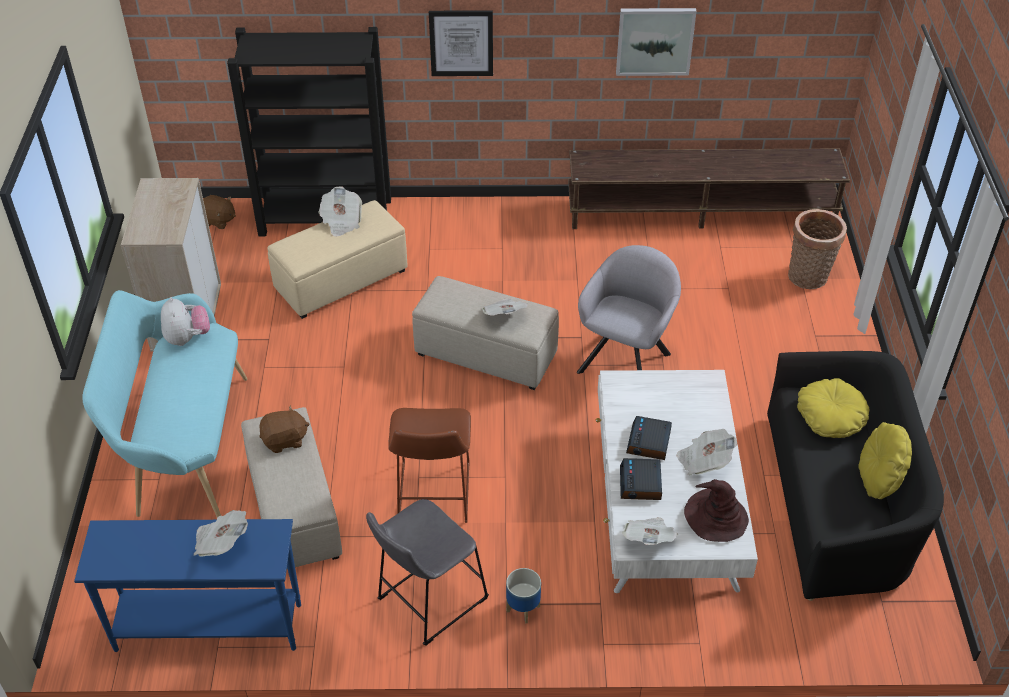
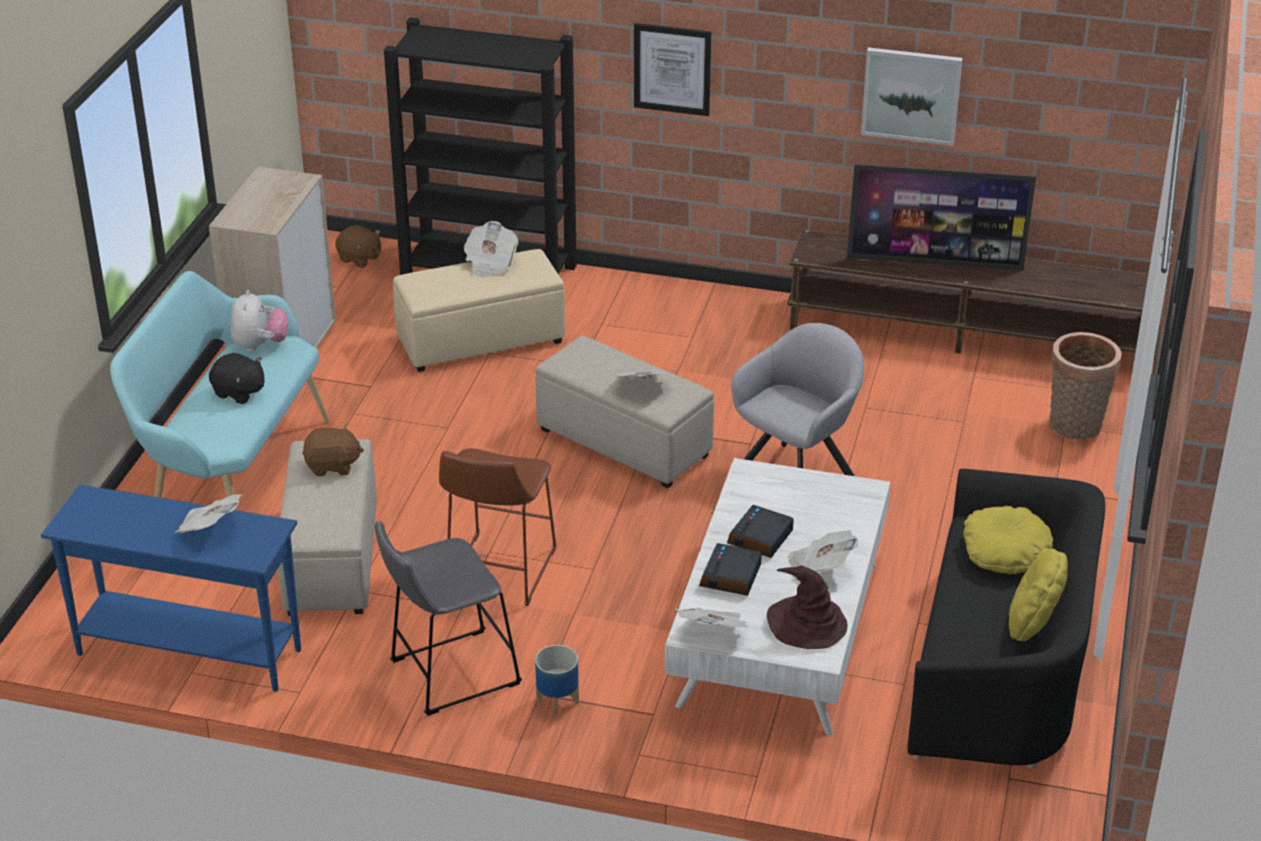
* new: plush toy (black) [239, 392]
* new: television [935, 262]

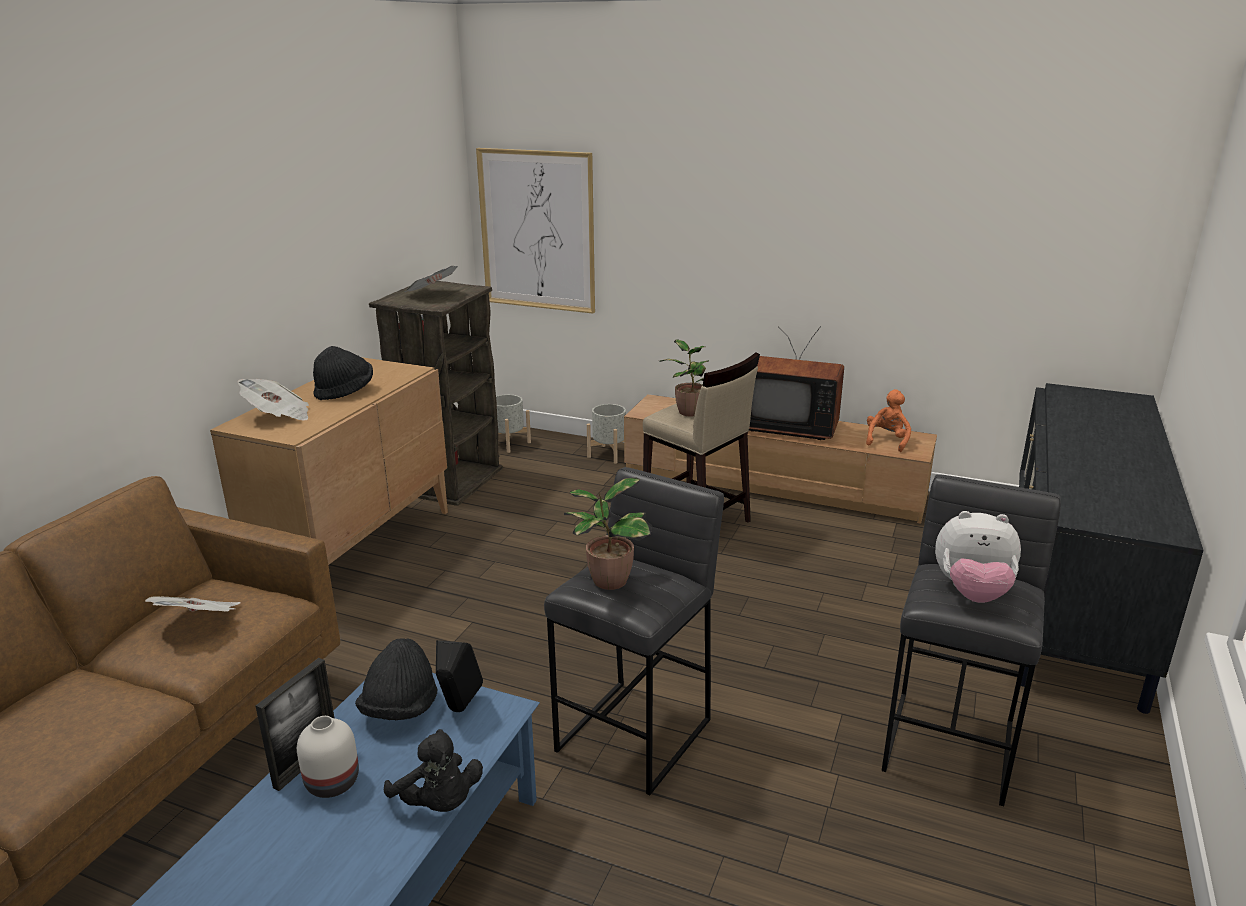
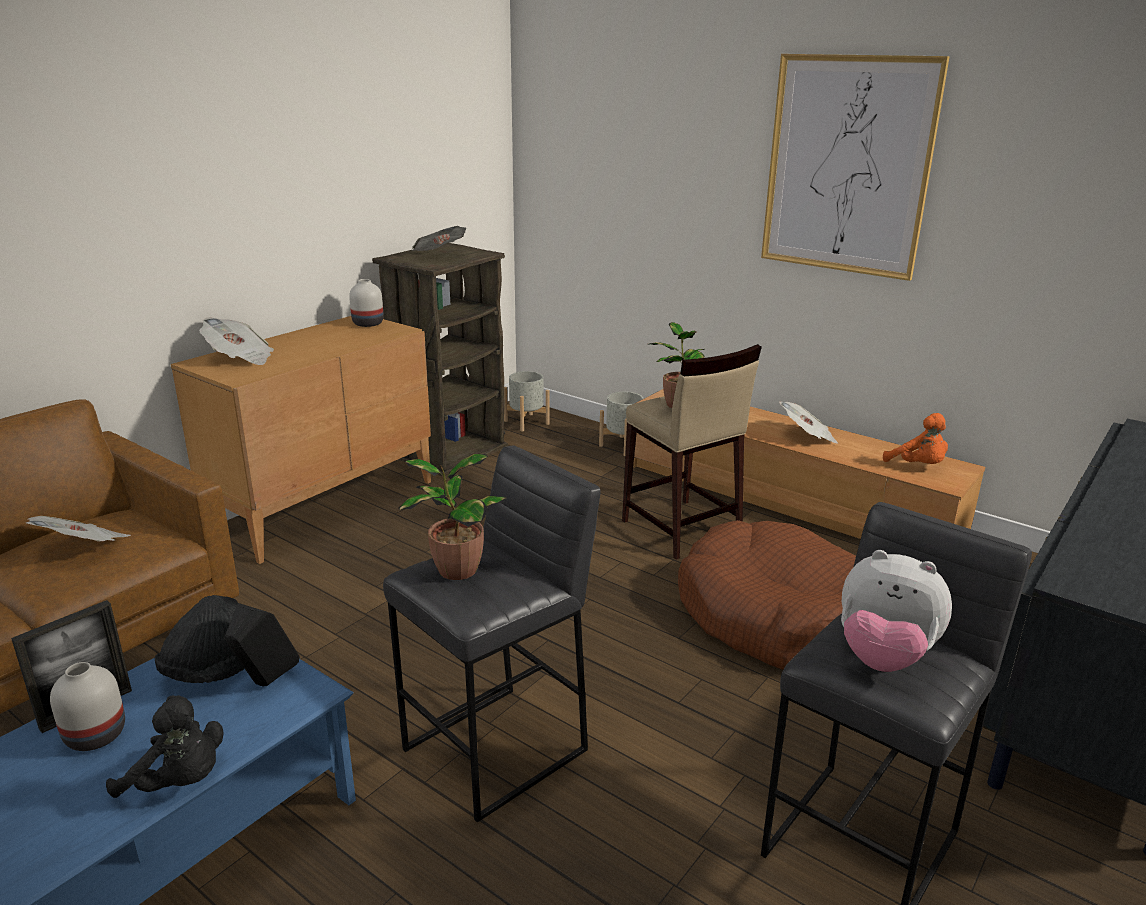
* gone: hat (black) [345, 391]
* new: vase (white) [369, 324]
* new: dog bed (brown) [776, 617]
* shifted: picture [537, 231] to [847, 166]
* swapped: television [788, 427] to newspaper [807, 437]
* rotated: plush toy (black) [438, 803] = [179, 782] 45 degrees counterclockwise
* rotated: plush toy (orange) [887, 440] = [918, 466] 105 degrees clockwise

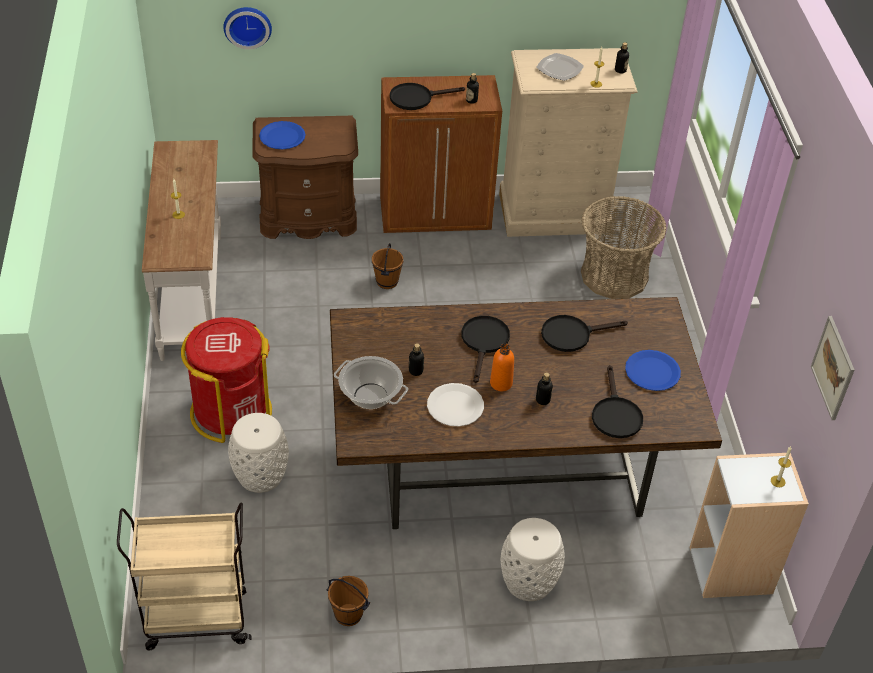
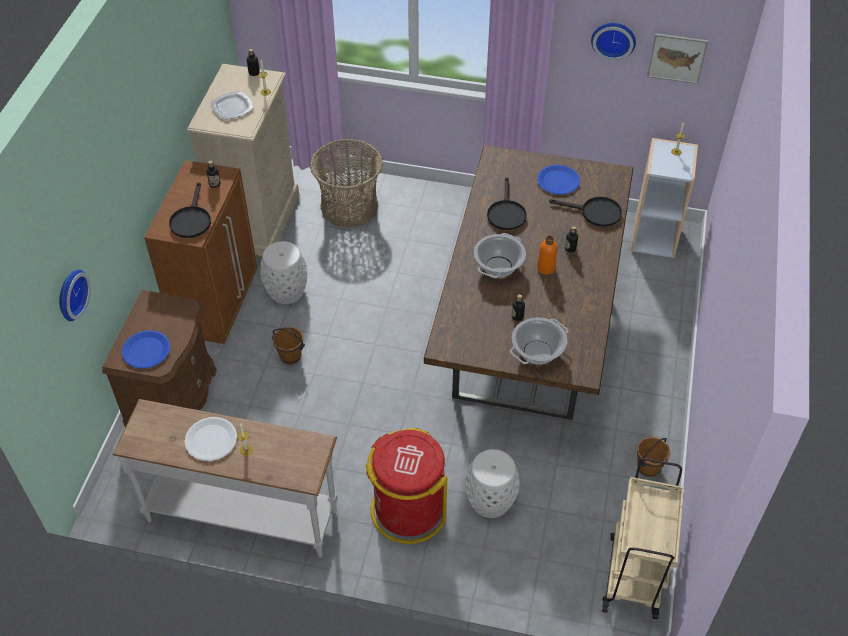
* new: wall clock [613, 39]
* shifted: plate (white) [455, 406] to [211, 440]
* shifted: stool (white) [528, 582] to [286, 291]
* swapped: frying pan (black) [484, 343] to cooking pot [498, 266]

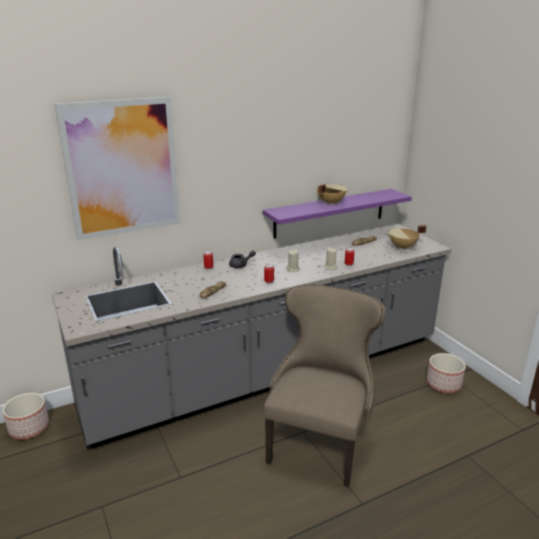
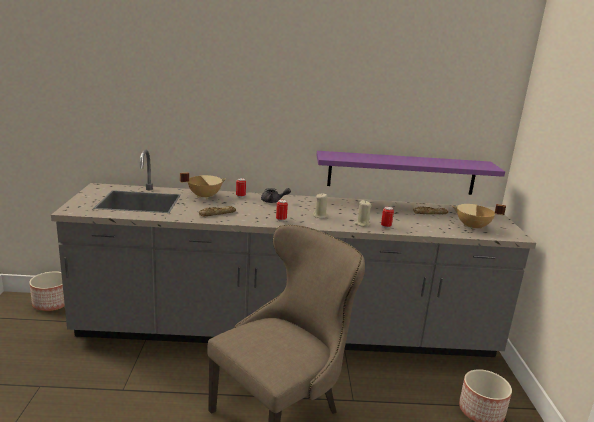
* gone: picture [122, 168]
* shifted: cooking pot (beige) [330, 202] to [204, 196]

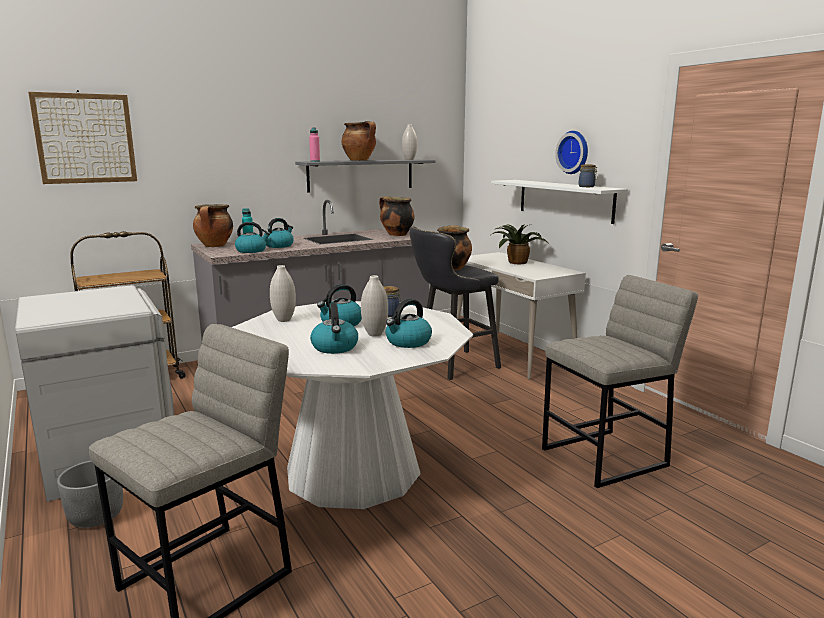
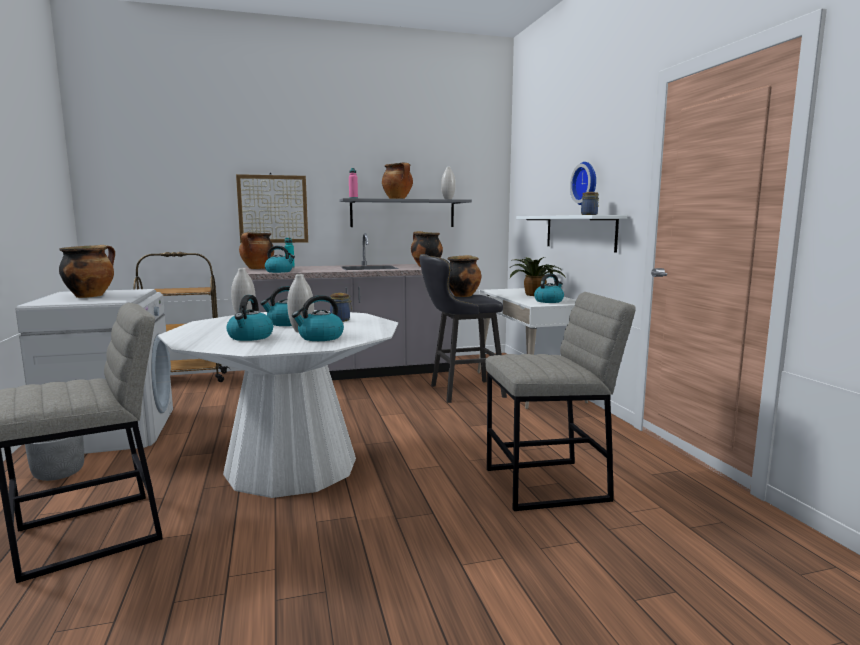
* new: cooking pot [90, 296]
* shifted: picture [85, 137] to [273, 208]
* shifted: kettle [279, 245] to [549, 301]

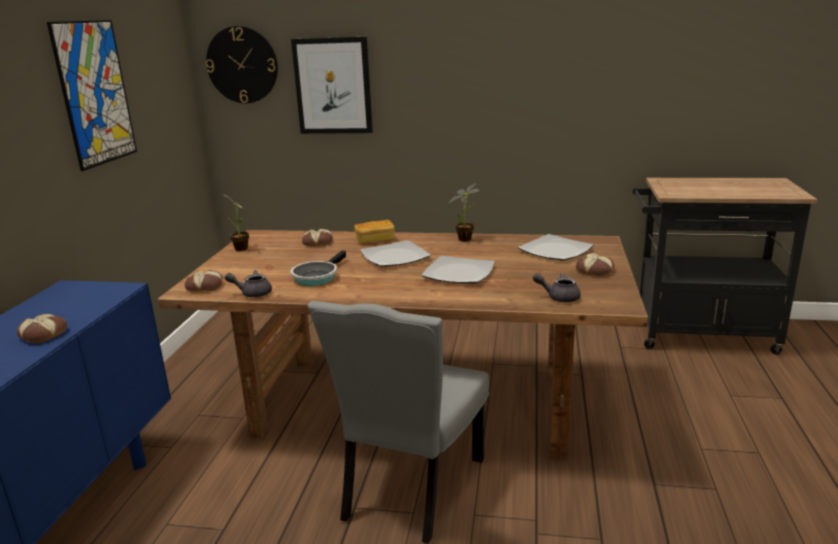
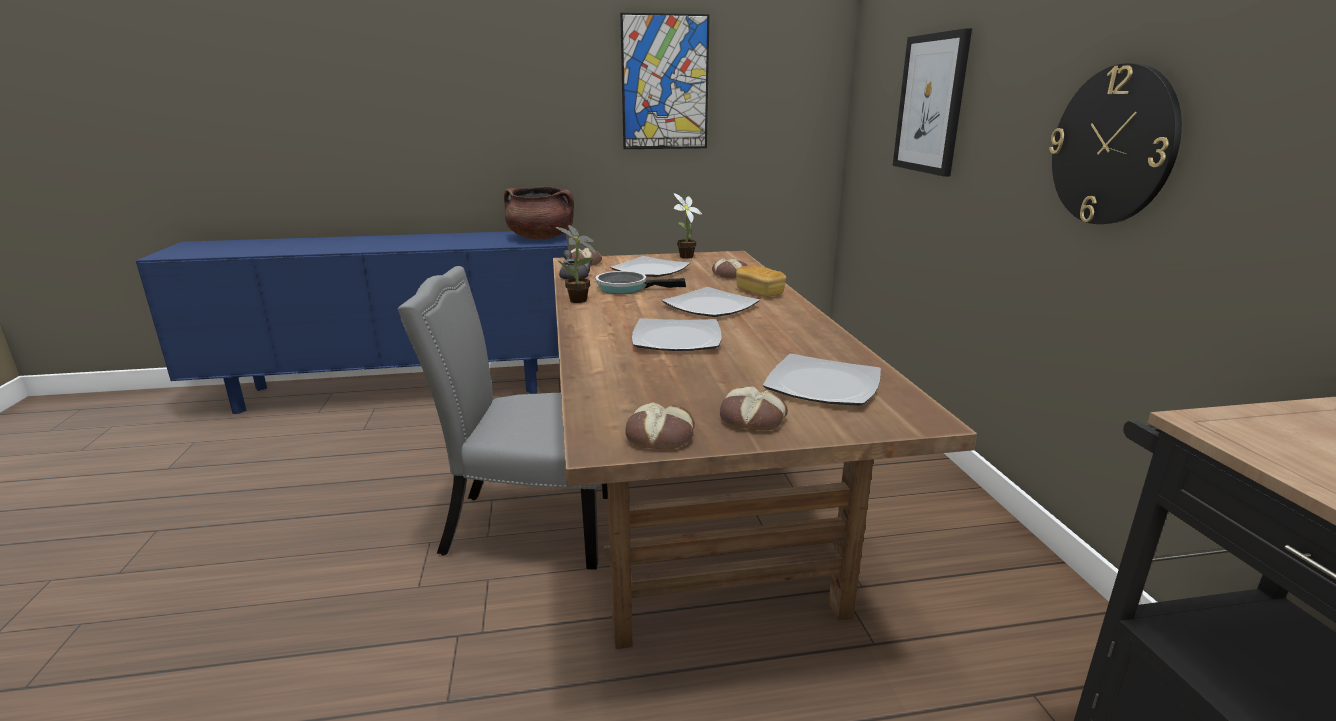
* gone: teapot (grey) [558, 297]
* new: cooking pot (brown) [541, 238]
* new: plate [650, 270]
* shifted: bread [44, 334] to [661, 436]
* shifted: wall clock [242, 65] to [1112, 146]
* shifted: potted plant [467, 239] to [580, 301]

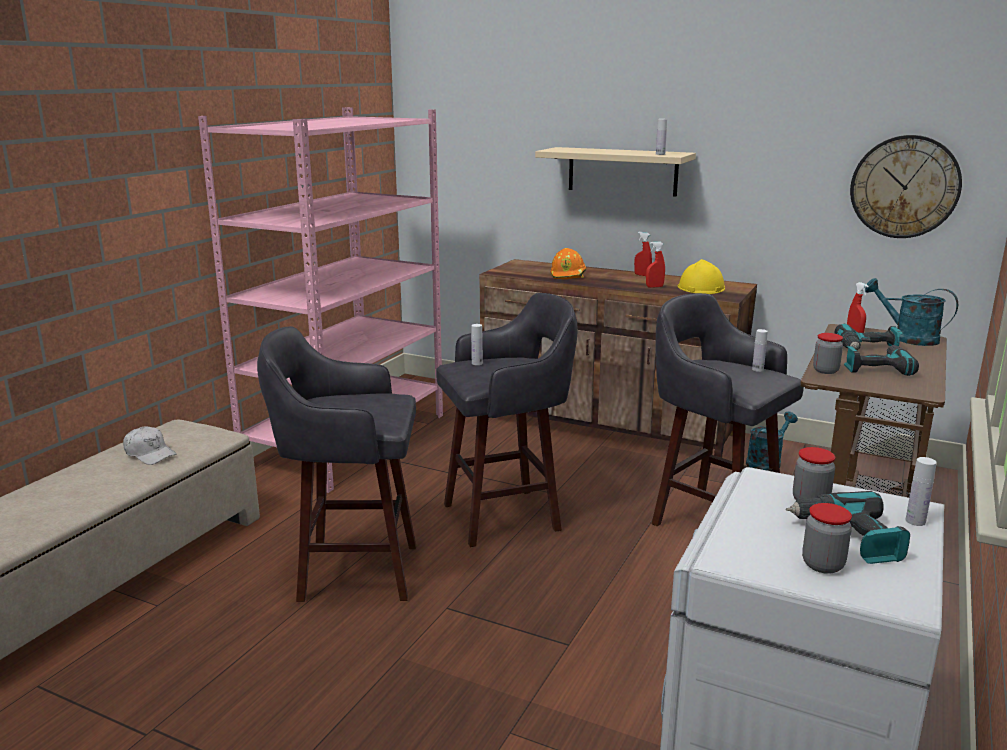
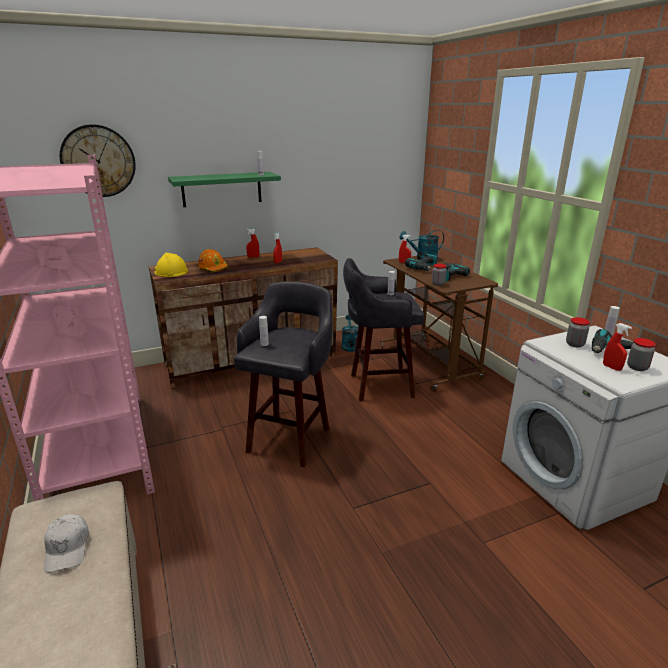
* gone: stool (grey) [352, 572]
* new: spray bottle (red) [611, 367]
* shifted: hard hat (yellow) [700, 288] to [171, 272]
* shifted: wall clock [904, 187] to [98, 161]
* repainted: shelf (beige) [622, 171] to shelf (green) [222, 189]
* rotated: cap (white) [150, 454] = [67, 548] 90 degrees clockwise

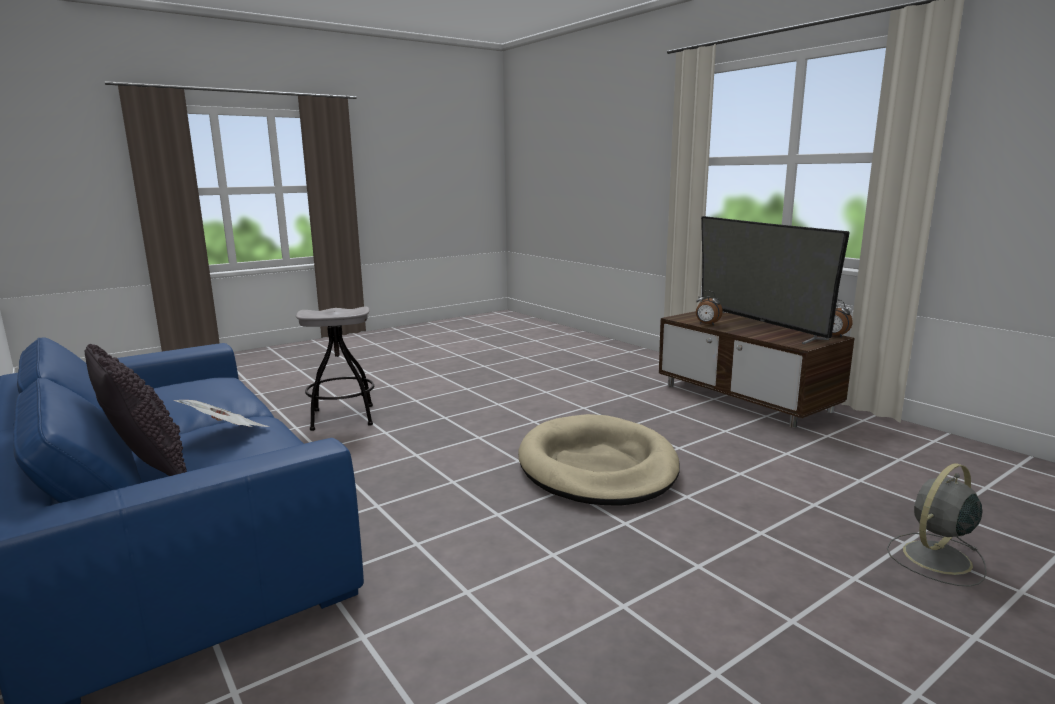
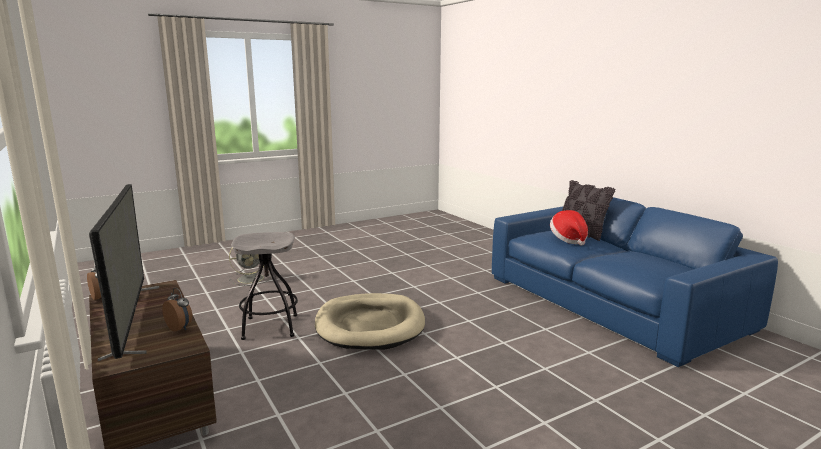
* shifted: stool (grey) [342, 417] to [270, 326]
* swapped: newspaper [226, 434] to hat [568, 239]

